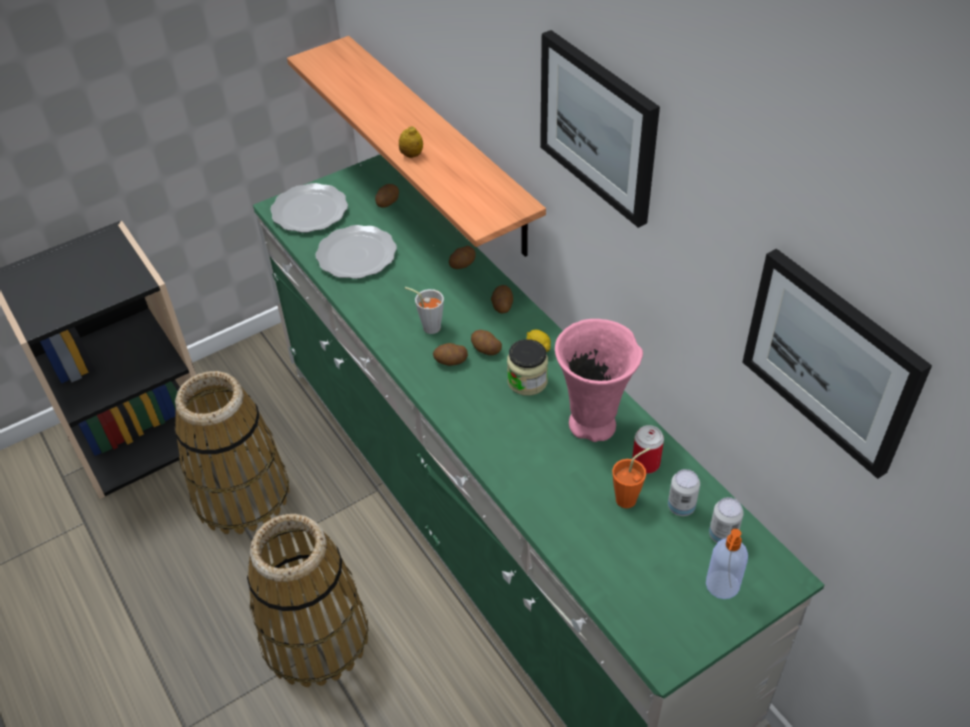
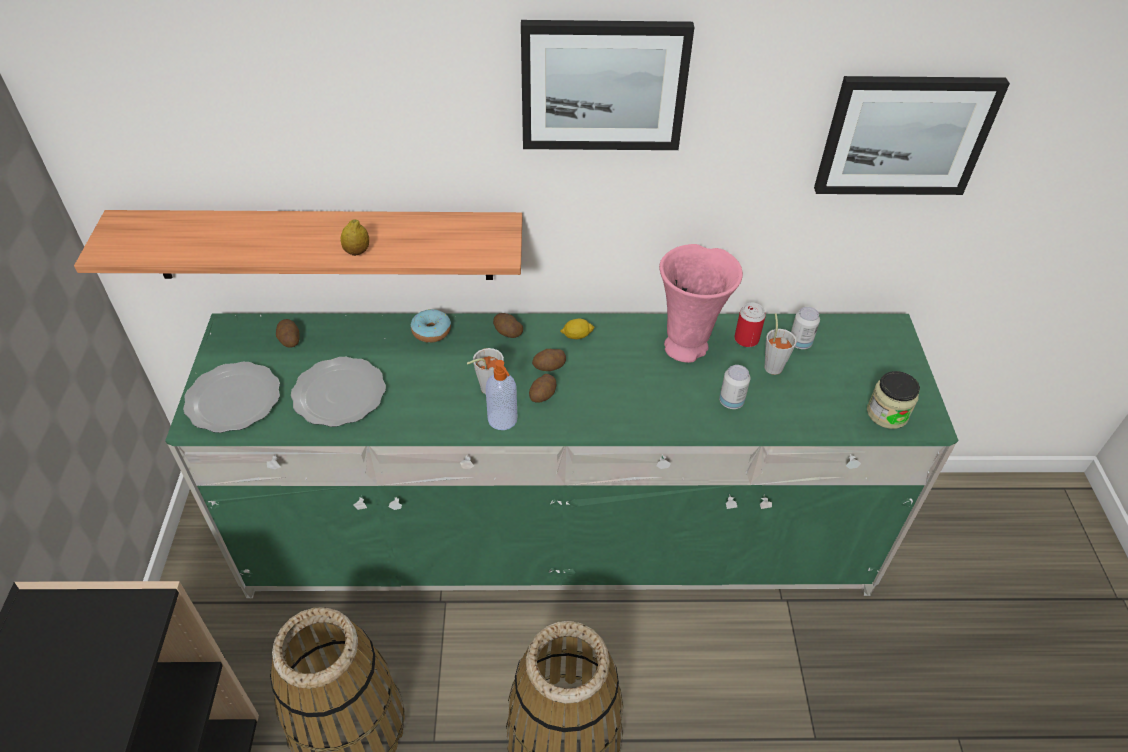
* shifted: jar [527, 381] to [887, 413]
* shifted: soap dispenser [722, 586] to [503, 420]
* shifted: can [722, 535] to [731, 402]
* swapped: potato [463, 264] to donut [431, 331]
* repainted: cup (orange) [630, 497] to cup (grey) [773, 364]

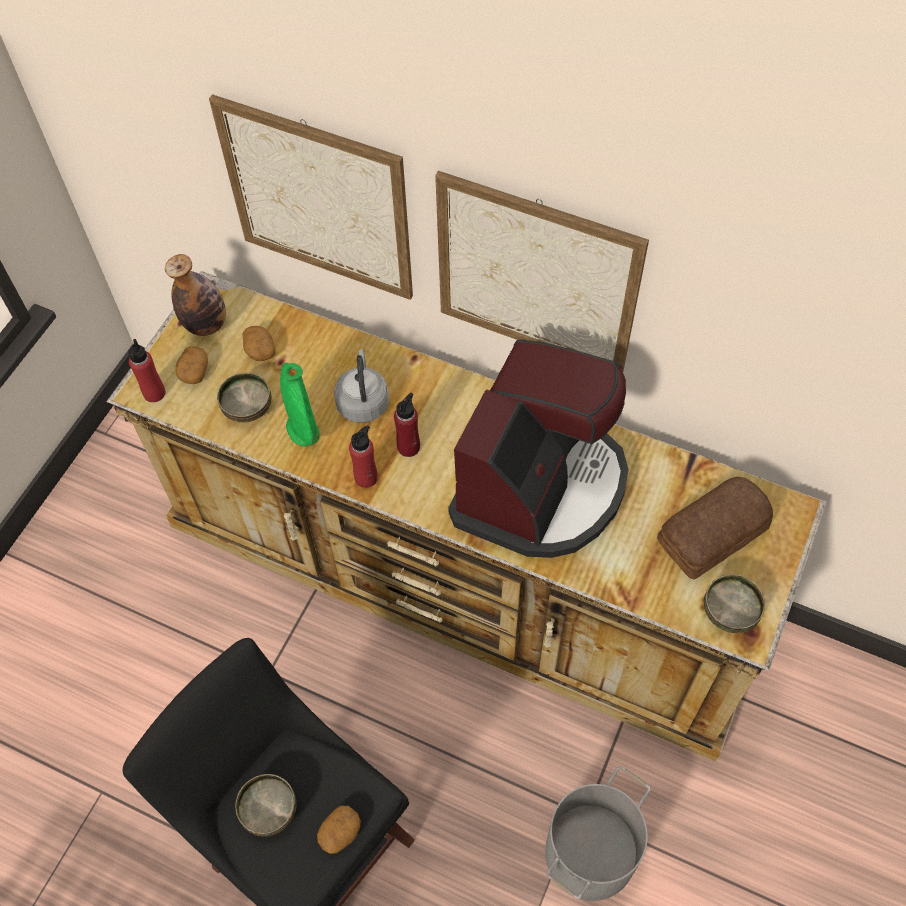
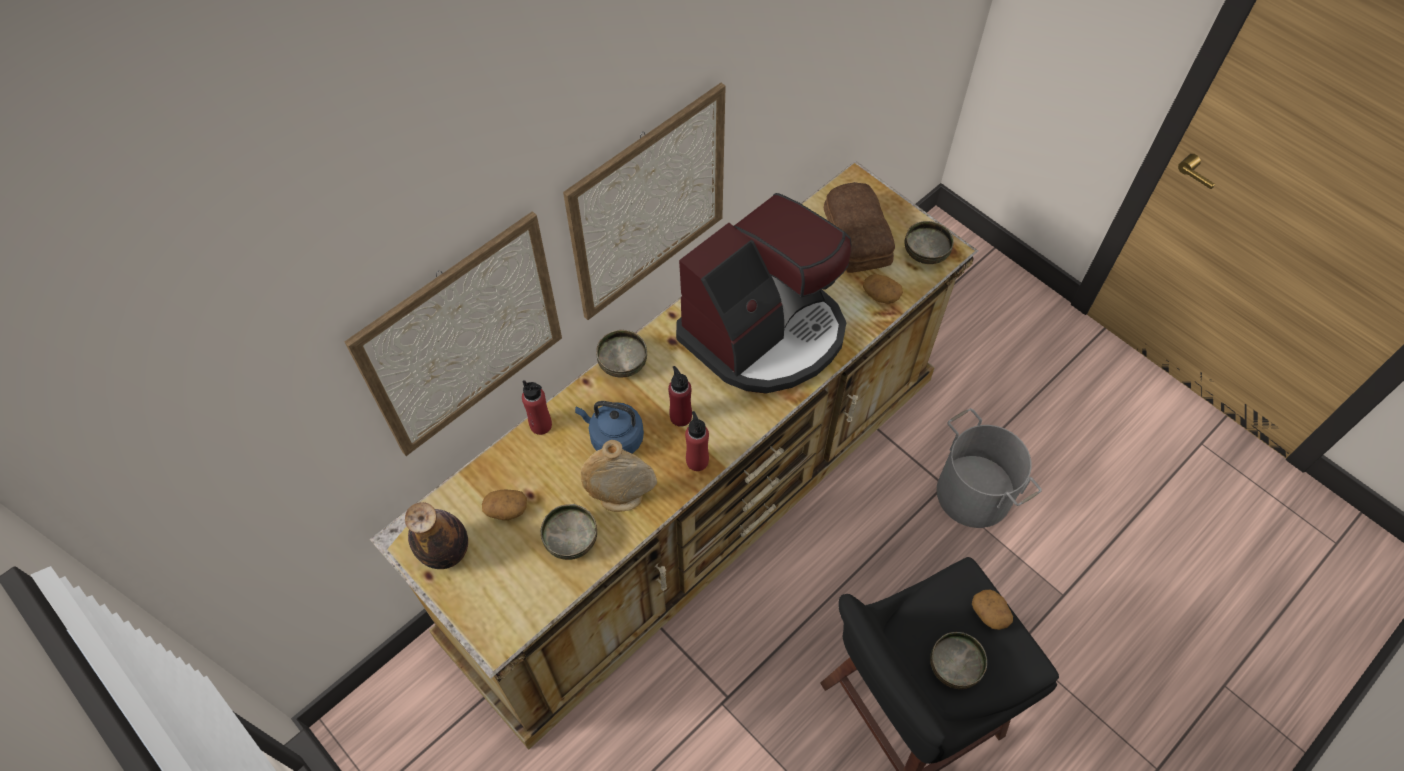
* new: bowl [622, 364]
* shifted: bottle (red) [154, 393] to [541, 425]
* shifted: potato [194, 371] to [880, 295]
* repainted: vase (green) [303, 431] to vase (beige) [621, 498]
* repainted: kettle (grey) [363, 402] to kettle (blue) [614, 438]
* rotated: coffee machine [540, 486] = [765, 333] 90 degrees clockwise

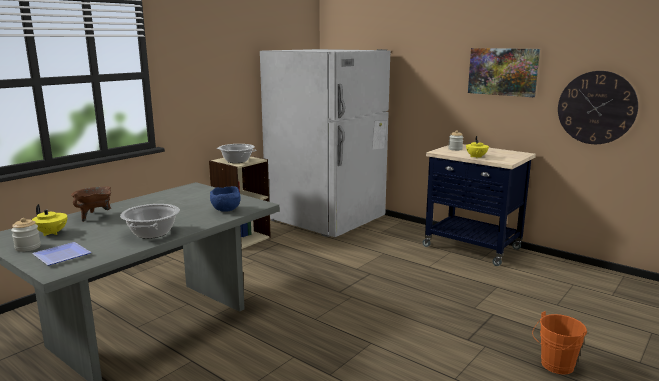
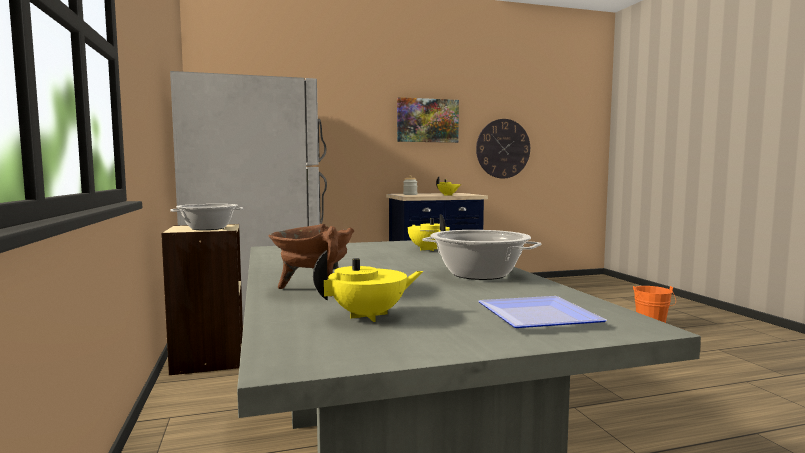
* gone: jar [28, 247]
* swapped: bowl (blue) [227, 210] to teapot (yellow) [428, 249]

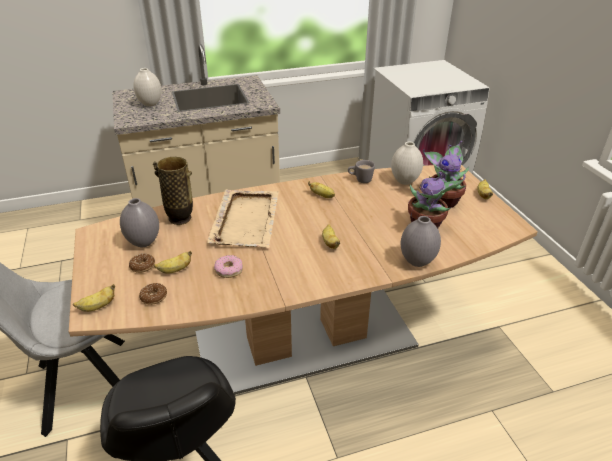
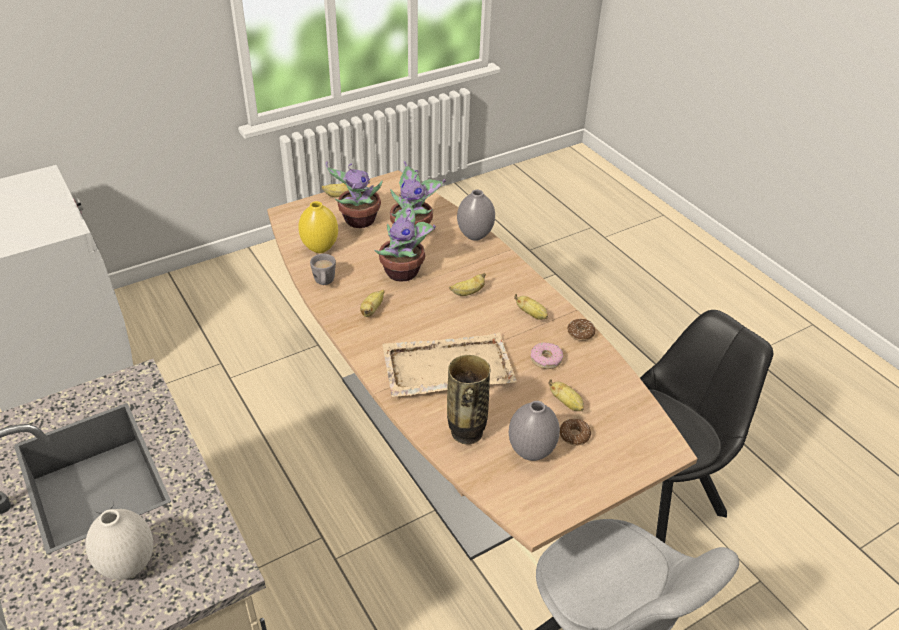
* new: potted plant [404, 272]
* shifted: banana [98, 307] to [532, 314]
* shifted: donut [154, 297] to [580, 333]
* repainted: vase (white) [404, 181] to vase (yellow) [320, 248]

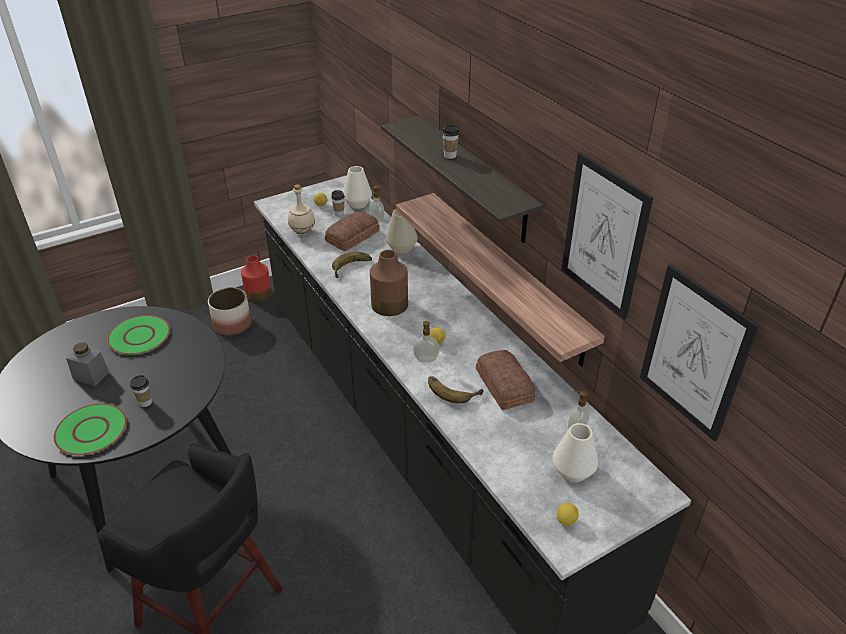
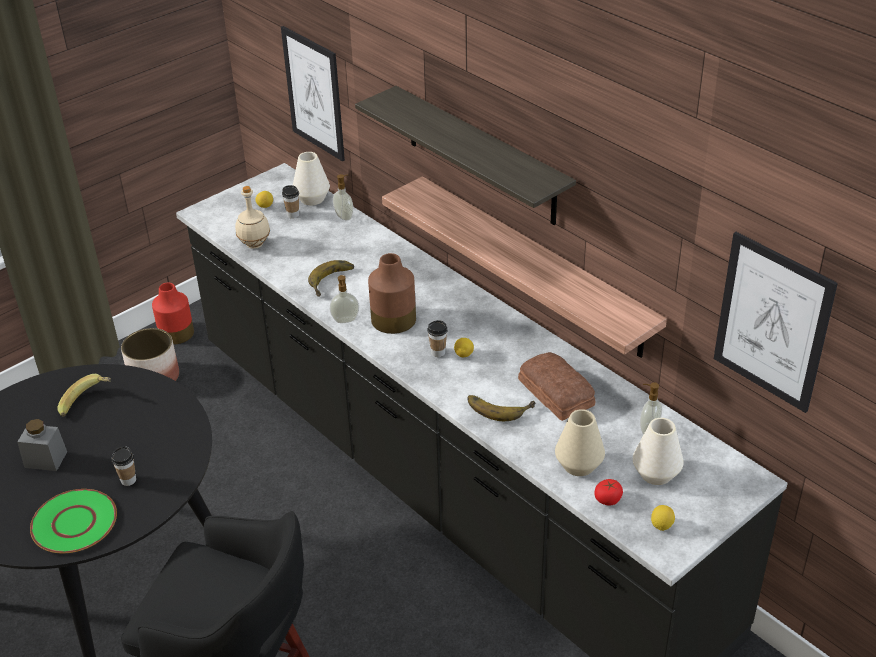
* gone: bread [353, 236]
* new: tomato [608, 499]
* shifted: vase (beige) [401, 248] to [578, 465]
* shifted: soap dispenser [426, 360] to [345, 320]
* shifted: cup [450, 156] to [438, 352]
* shifted: picture [603, 236] to [314, 93]
* swapped: plate (green) [139, 336] to banana [88, 404]

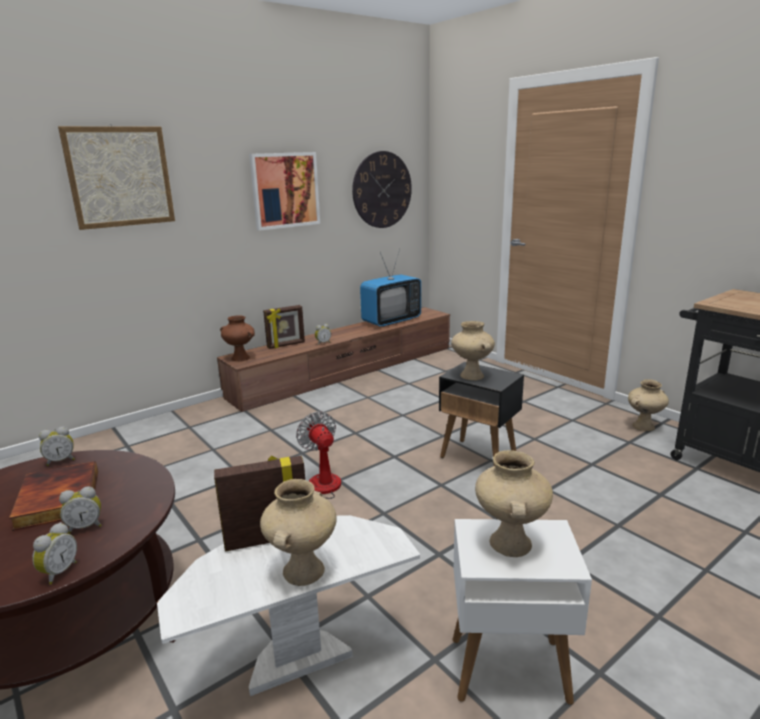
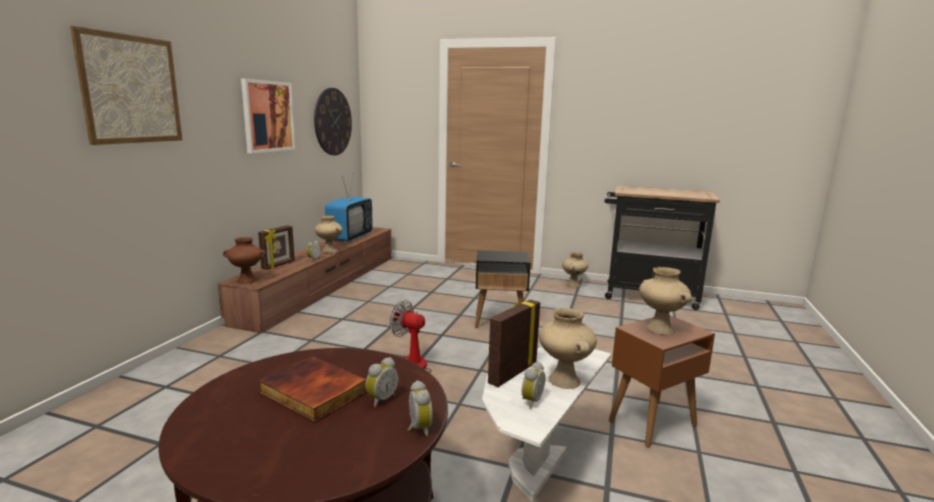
* shifted: alarm clock [60, 461] to [530, 401]
* shifted: vase (beige) [471, 376] to [329, 251]
* repainted: side table (white) [507, 669] to side table (brown) [651, 423]

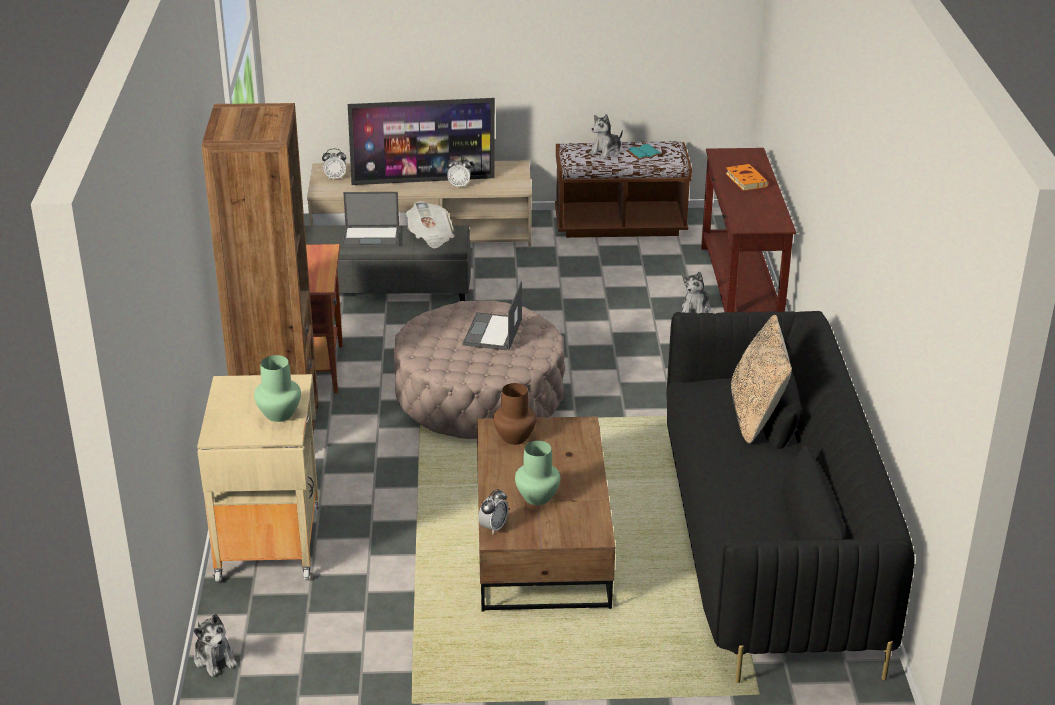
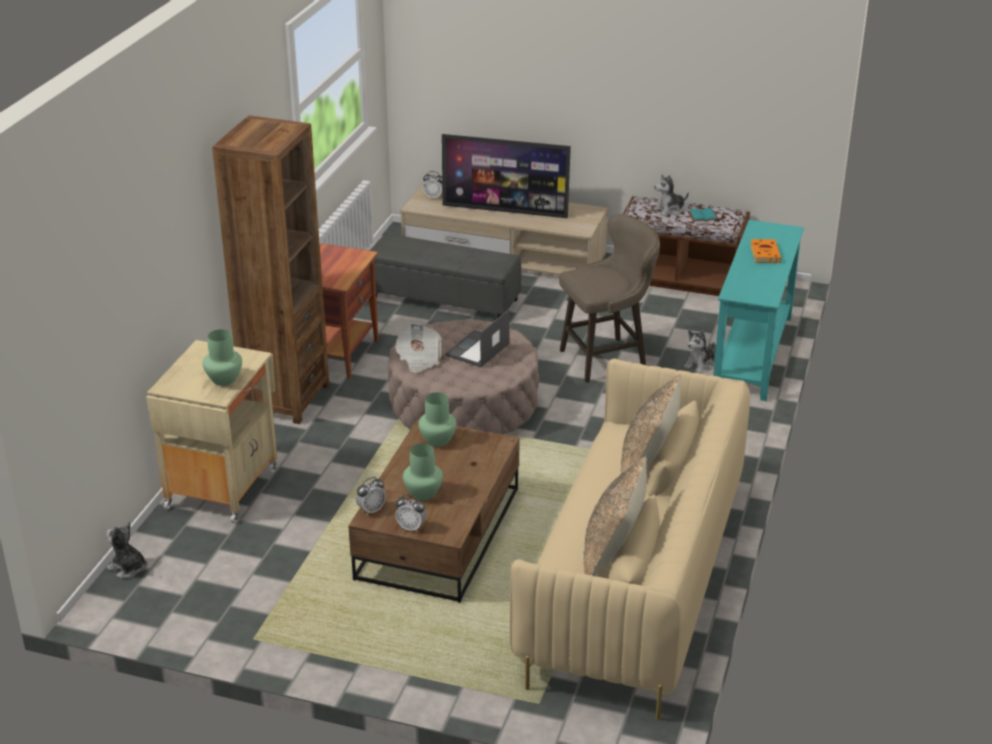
* gone: laptop [372, 237]
* new: stool (beige) [607, 359]
* new: pillow (beige) [612, 556]
* shifted: newspaper [430, 236] to [419, 359]
* shifted: alarm clock [459, 185] to [411, 527]
* repainted: vase (brown) [514, 437] to vase (green) [437, 440]
* repainted: sofa (black) [767, 539] to sofa (beige) [633, 576]
* repainted: console table (brown) [740, 289] to console table (turquoise) [753, 355]
* rotated: plush toy [215, 659] = [128, 568] 135 degrees clockwise

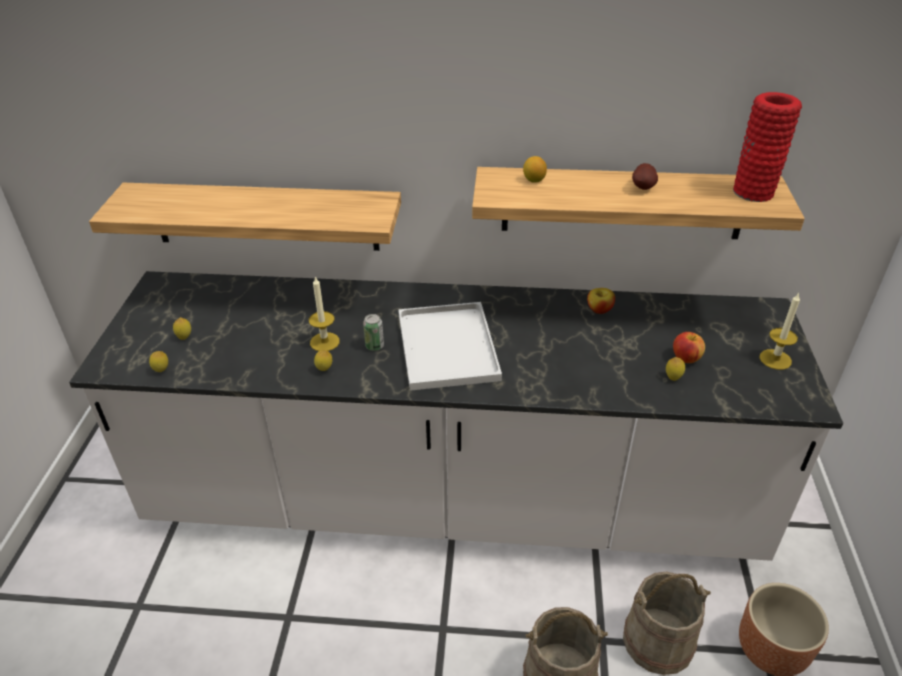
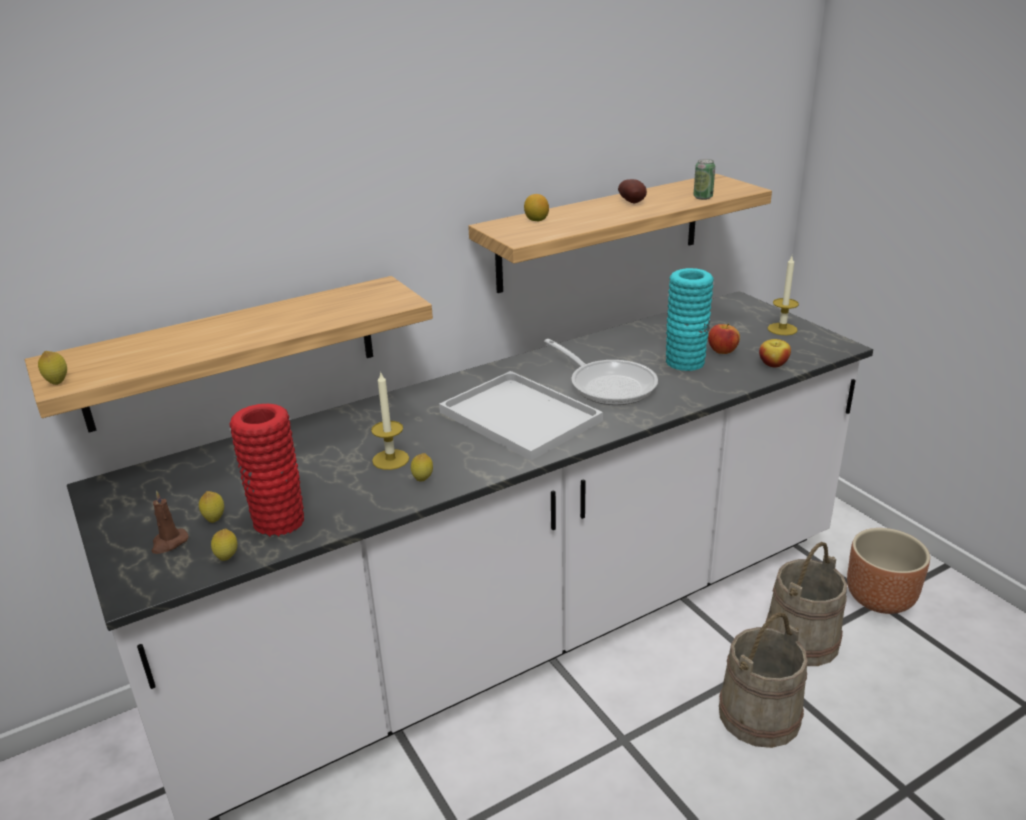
* new: candle (brown) [169, 543]
* new: frying pan [608, 384]
* new: vase (turquoise) [685, 362]
* shifted: can [374, 346] to [703, 197]
* shifted: apple [599, 310] to [773, 364]
* shifted: lemon [673, 378] to [57, 382]
* shifted: vase (red) [753, 191] to [279, 521]

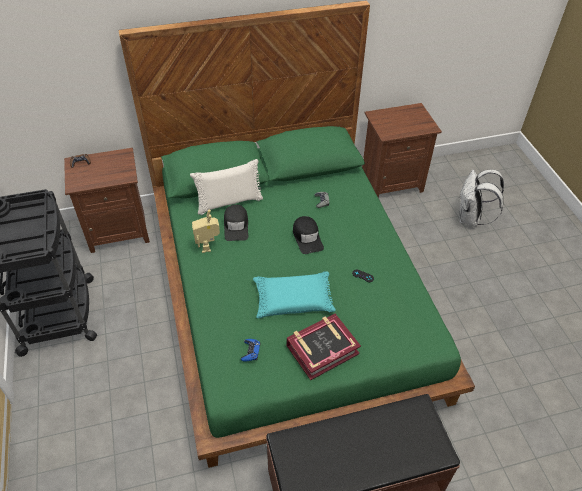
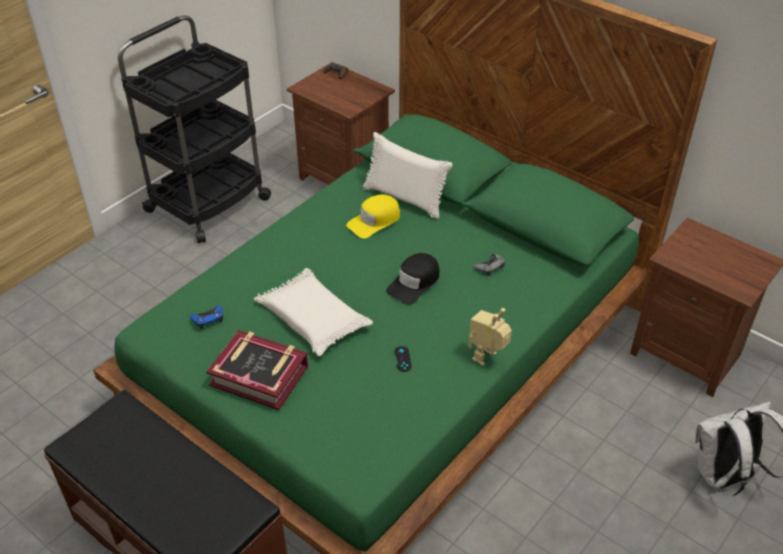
* shifted: toy robot [208, 246] to [487, 358]
* repainted: cap (black) [236, 226] to cap (yellow) [374, 221]
* repainted: pillow (turquoise) [293, 298] to pillow (white) [313, 317]

